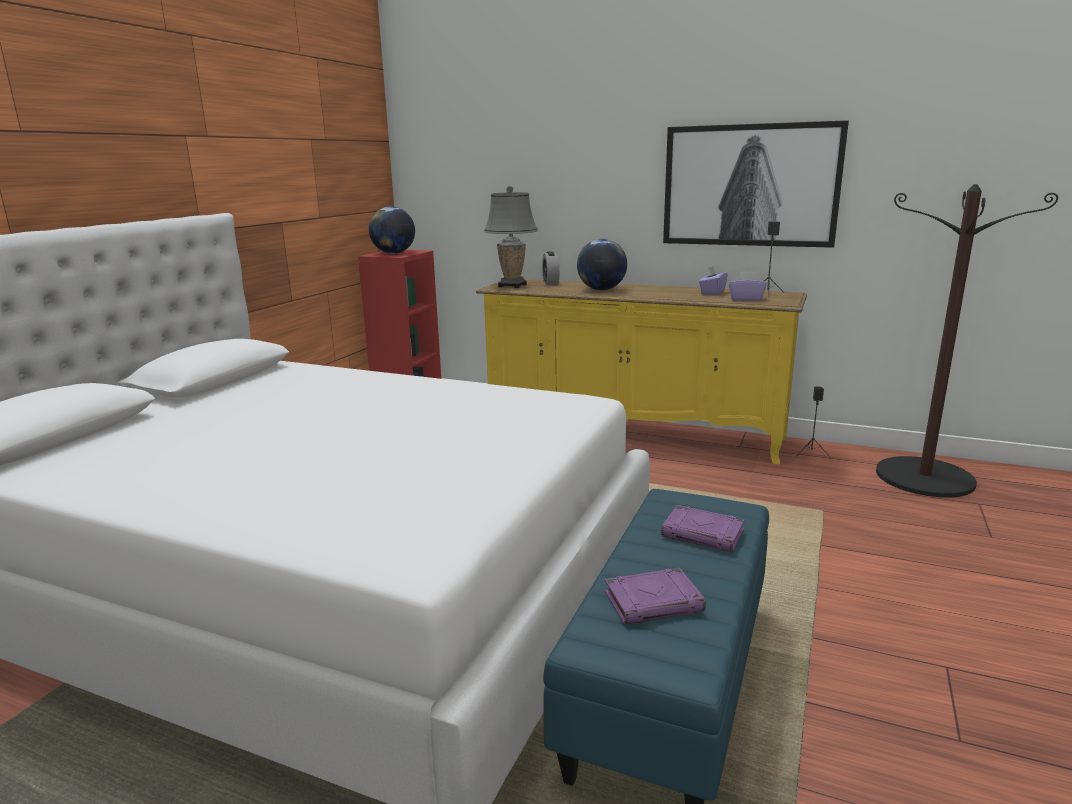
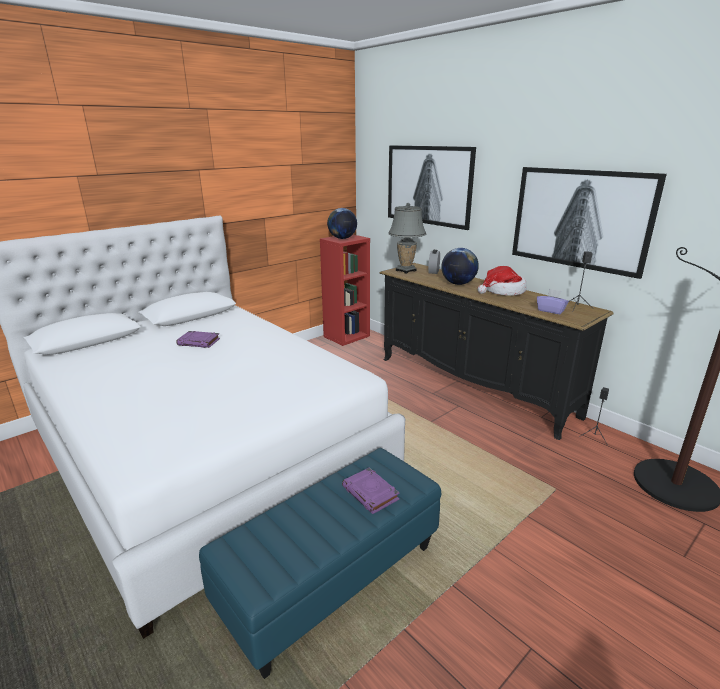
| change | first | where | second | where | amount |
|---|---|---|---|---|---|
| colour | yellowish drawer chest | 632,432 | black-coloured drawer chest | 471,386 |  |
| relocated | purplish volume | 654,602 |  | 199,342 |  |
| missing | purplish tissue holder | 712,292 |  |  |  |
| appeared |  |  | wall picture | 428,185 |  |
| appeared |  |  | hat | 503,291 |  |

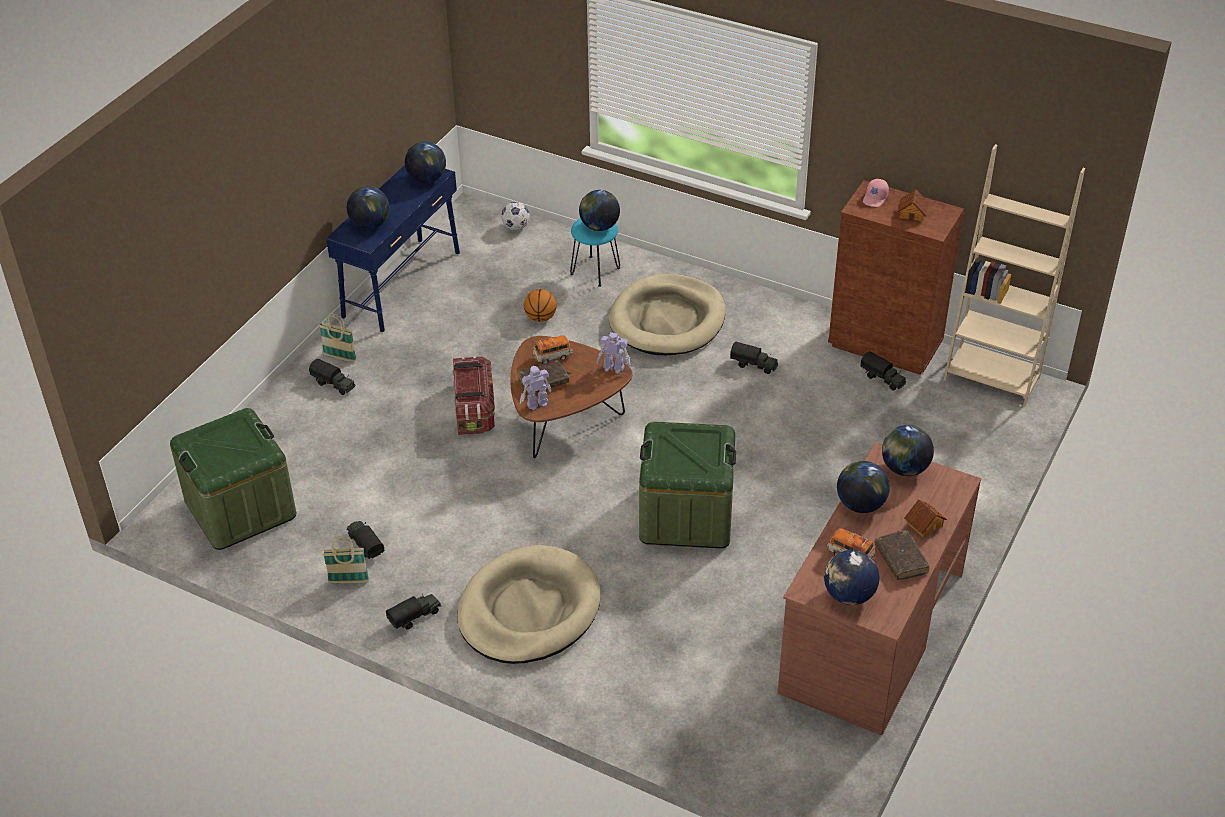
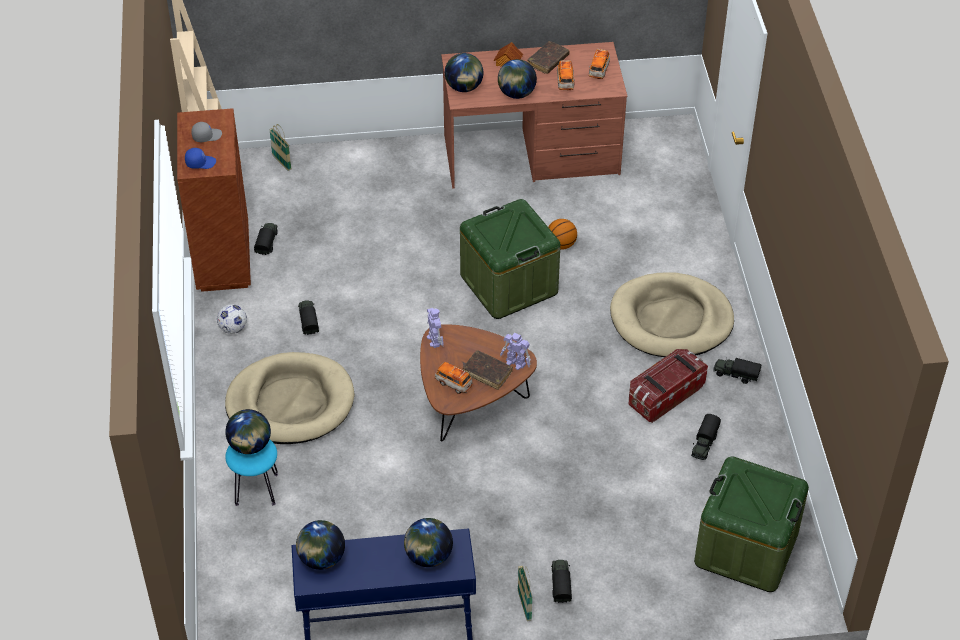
| change | first | where | second | where | amount |
|---|---|---|---|---|---|
| relocated | household basket | 348,581 |  | 281,162 |  |
| relocated | storage box | 474,408 |  | 665,395 |  |
| relocated | football | 516,227 |  | 233,329 |  |
| relocated | ball for basketball | 540,318 |  | 561,245 |  |
| exchanged | globe | 849,595 | miniature car | 599,70 |  |
| colour | pink baseball cap | 875,198 | blue baseball cap | 200,162 |  |
| exchanged | miniature house | 912,213 | grey baseball cap | 206,136 |  |

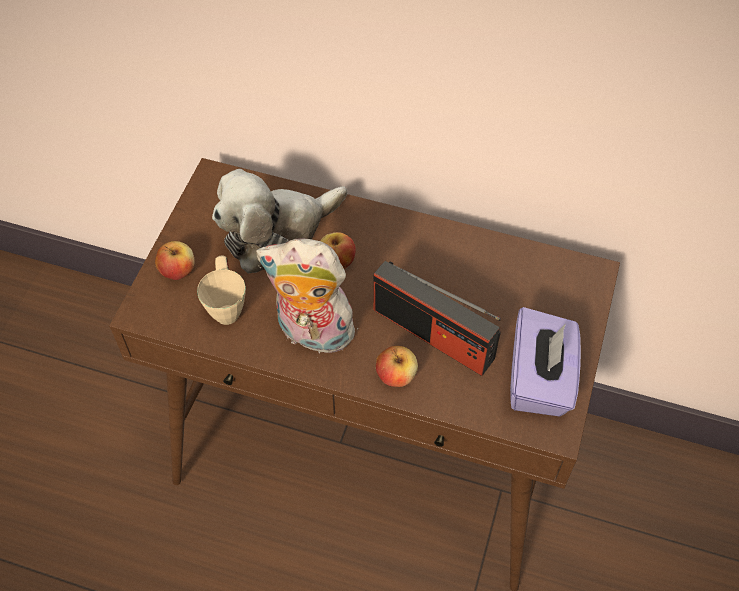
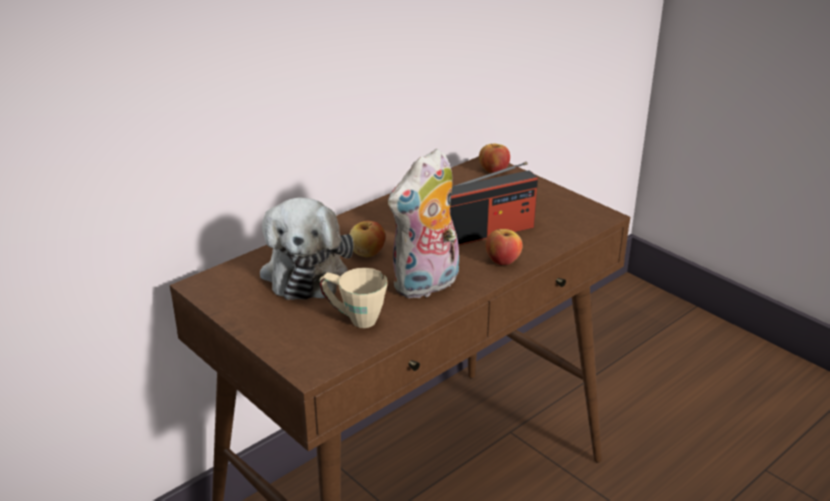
| change | first | where | second | where | amount |
|---|---|---|---|---|---|
| relocated | apple | 177,270 |  | 493,170 |  |
| missing | purplish tissue holder | 540,380 |  |  |  |

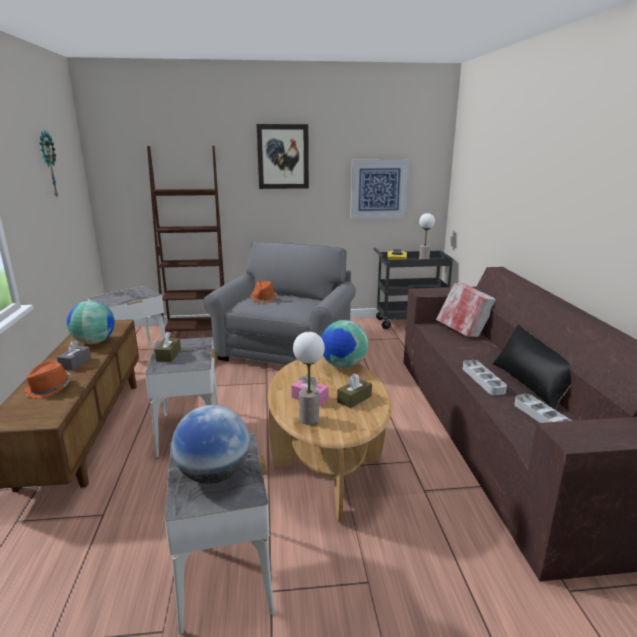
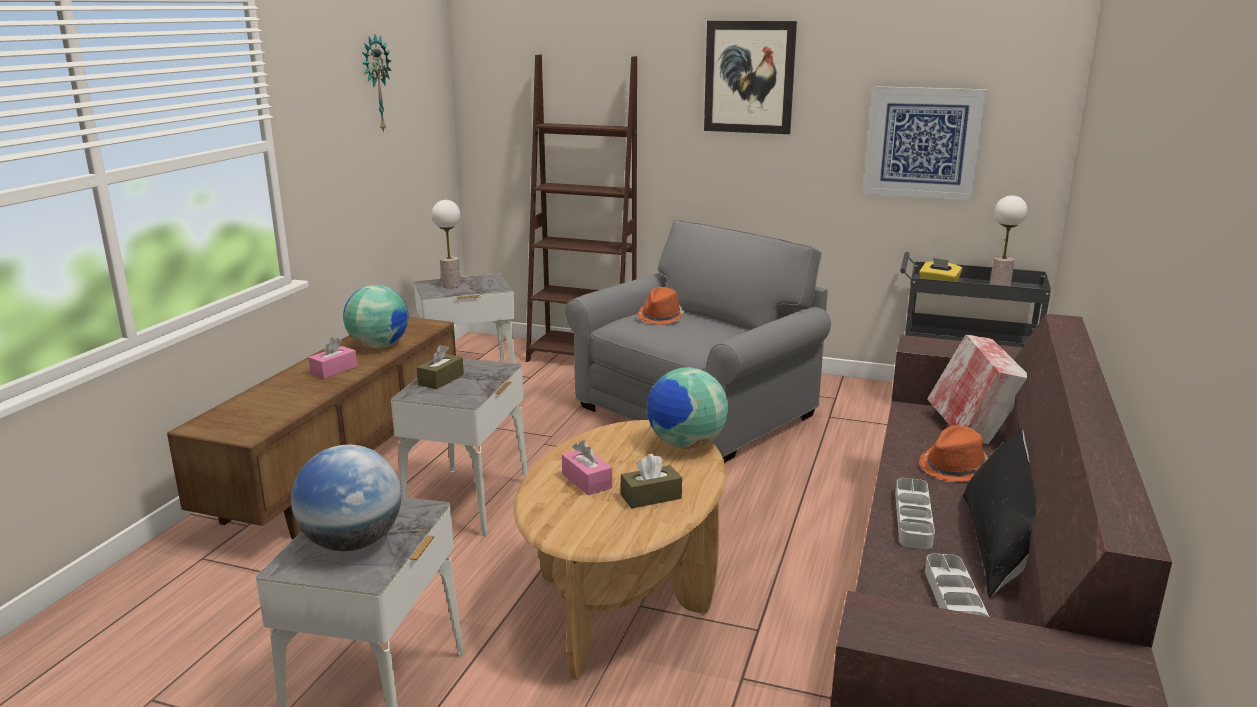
| change | first | where | second | where | amount |
|---|---|---|---|---|---|
| relocated | orangey hat | 49,388 |  | 954,468 |  |
| colour | grey tissue holder | 75,363 | pink tissue holder | 334,370 |  |
| relocated | tabletop lamp | 309,419 |  | 450,285 |  |

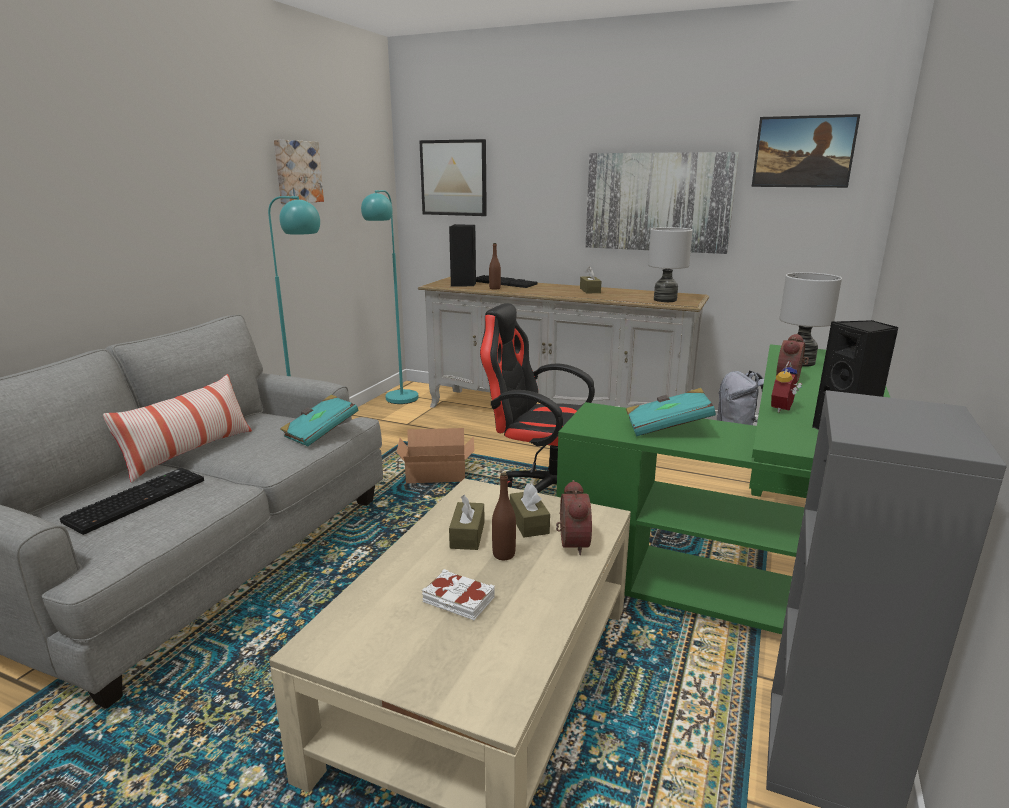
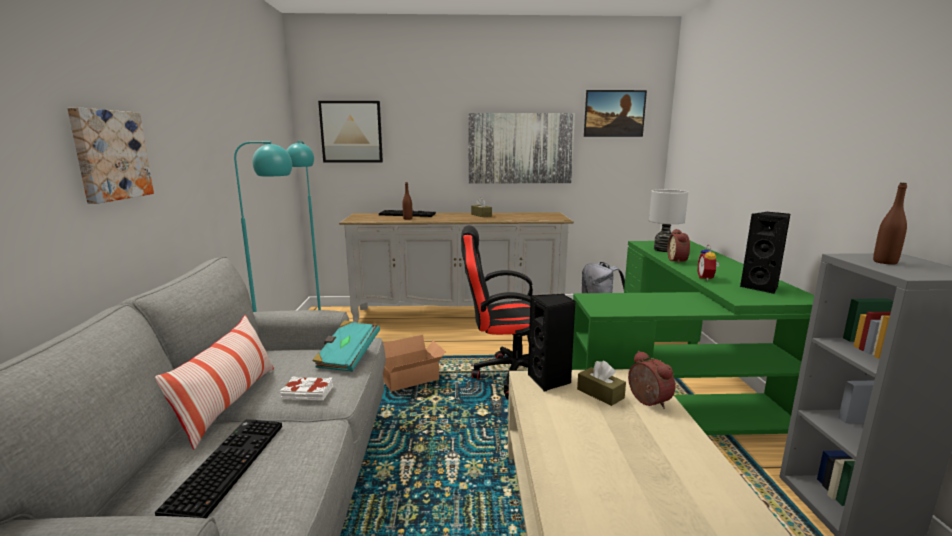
| change | first | where | second | where | amount |
|---|---|---|---|---|---|
| relocated | wall picture | 297,172 |  | 109,155 |  |
| relocated | whitish volume | 458,600 |  | 307,393 |  |
| relocated | black-coloured loudspeaker | 463,284 |  | 550,380 |  |
| missing | brownish tissue holder | 467,535 |  |  |  |
| relocated | brownish bottle | 503,554 |  | 885,262 |  |
| missing | turquoise-coloured volume | 667,428 |  |  |  |
| missing | grey tabletop lamp | 665,300 |  |  |  |

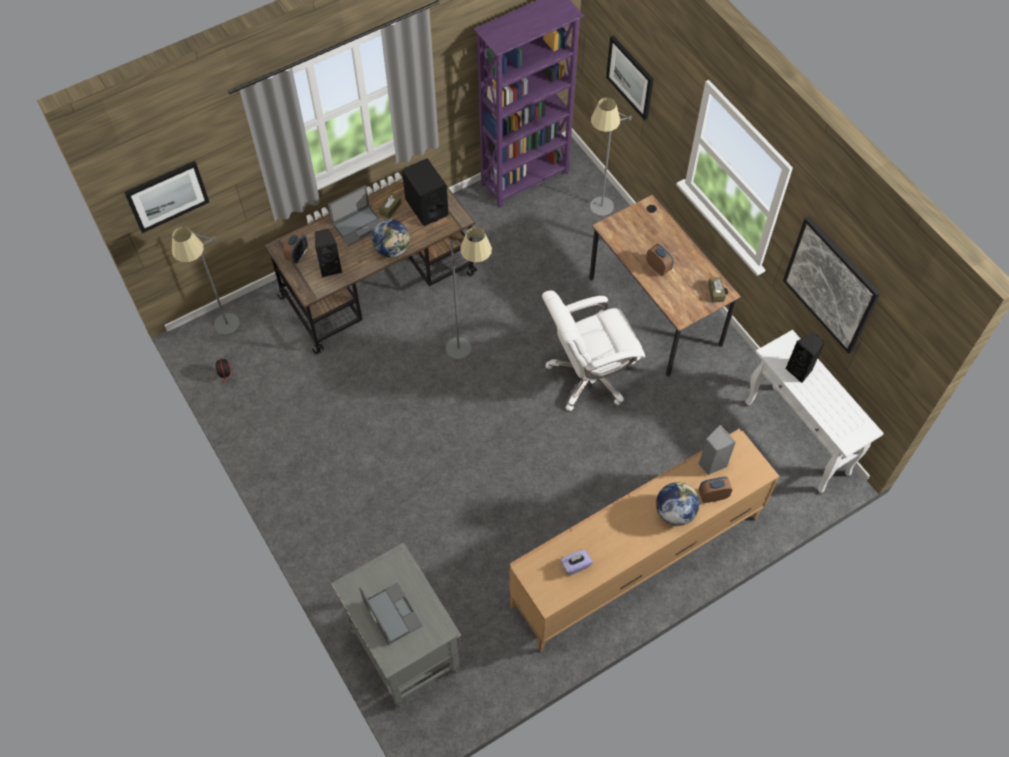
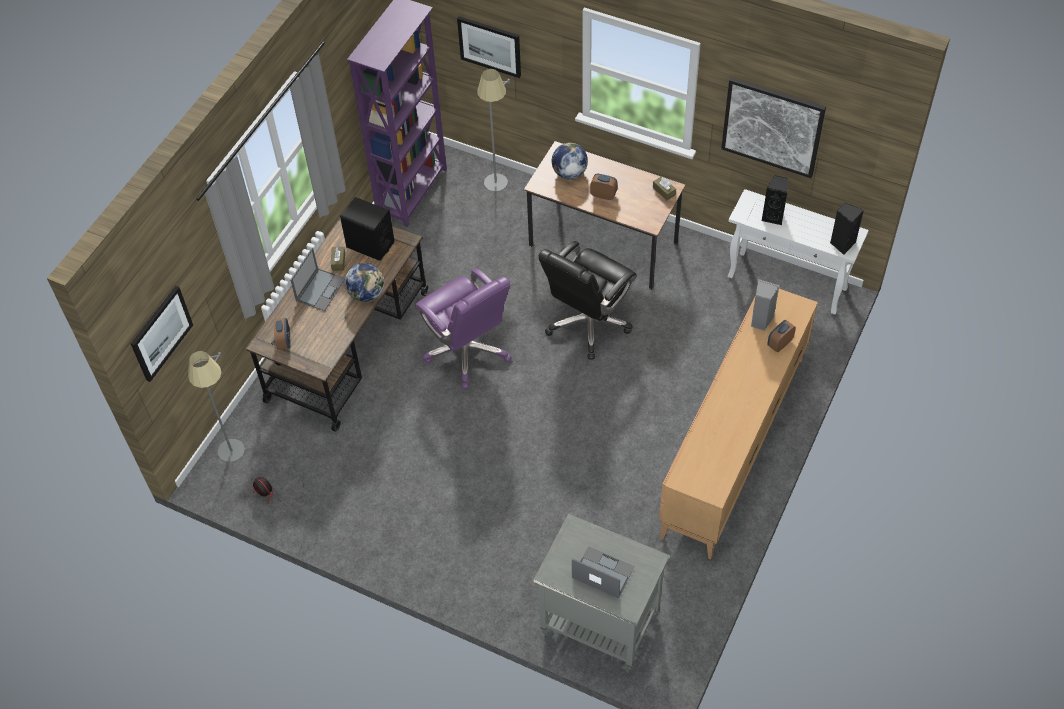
| change | first | where | second | where | amount |
|---|---|---|---|---|---|
| relocated | black-coloured loudspeaker | 330,268 |  | 842,244 |  |
| exchanged | grey standing lamp | 469,344 | purplish office chair | 467,351 |  |
| colour | whitish office chair | 590,376 | black-coloured office chair | 588,323 |  |
| missing | purplish tissue holder | 575,565 |  |  |  |
| relocated | globe | 674,512 |  | 569,173 |  |

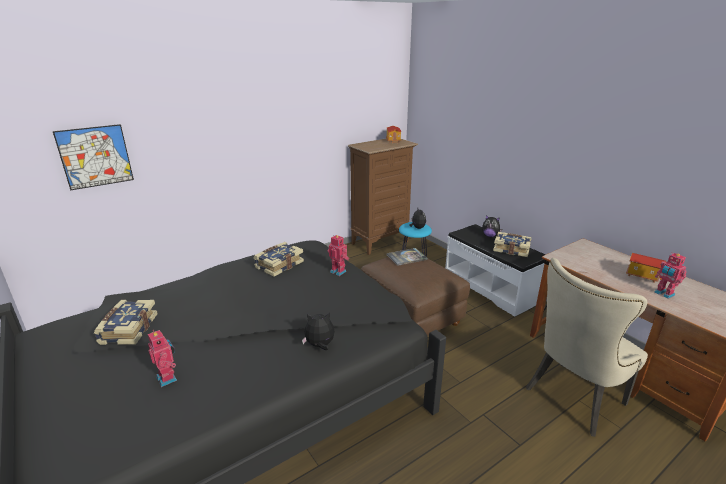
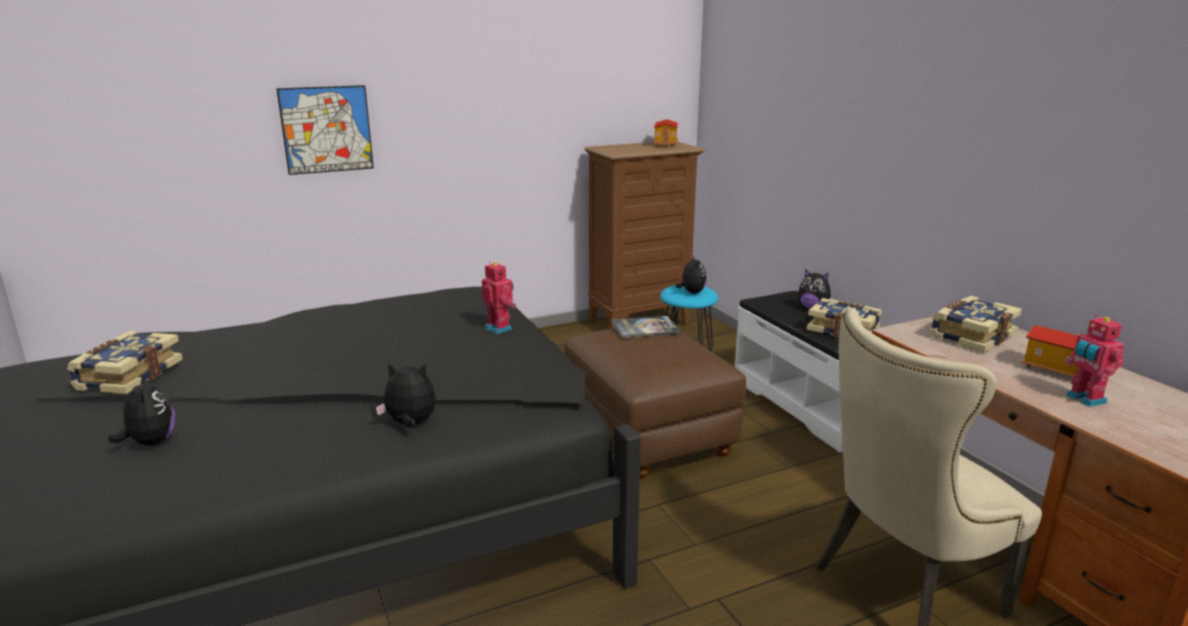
| change | first | where | second | where | amount |
|---|---|---|---|---|---|
| relocated | wall picture | 95,156 |  | 326,129 |  |
| exchanged | robot figure | 168,378 | soft toy | 151,442 |  |
| relocated | volume | 278,265 |  | 971,336 |  |

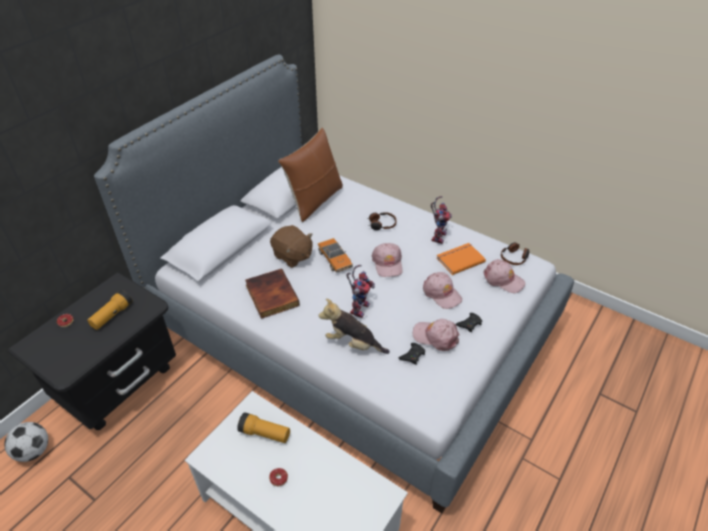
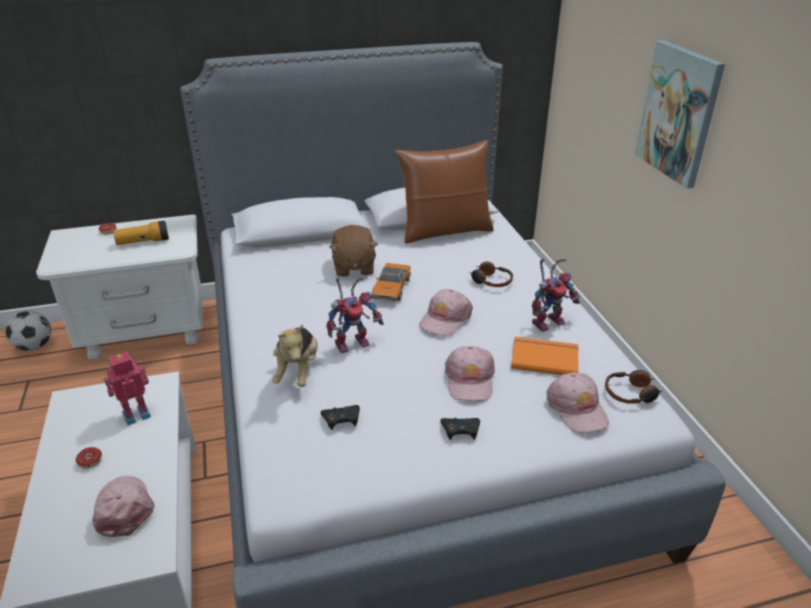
| change | first | where | second | where | amount |
|---|---|---|---|---|---|
| colour | black-coloured night table | 121,386 | whitish night table | 145,335 |  |
| exchanged | flashlight | 265,433 | robot figure | 136,414 |  |
| missing | volume | 271,295 |  |  |  |
| spun | soft toy | 353,343 |  | 298,371 | 150 degrees counterclockwise |
| relocated | pink baseball cap | 436,336 |  | 123,508 |  |
| appeared |  |  | wall picture | 678,113 |  |

